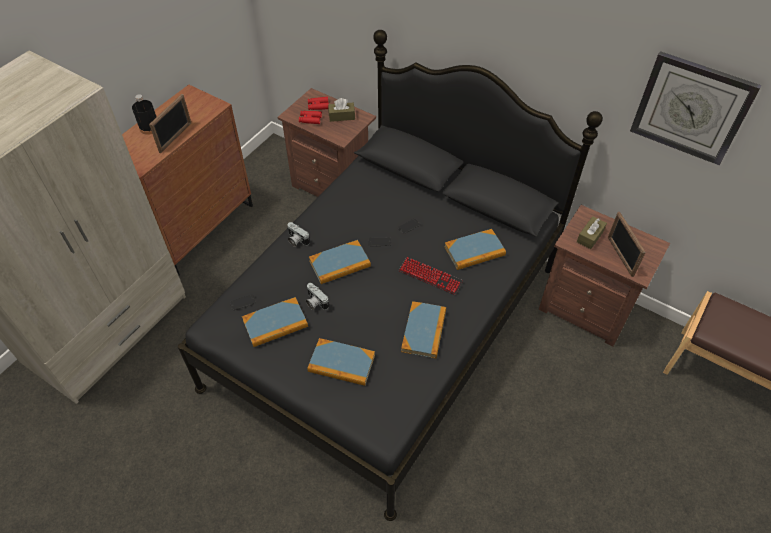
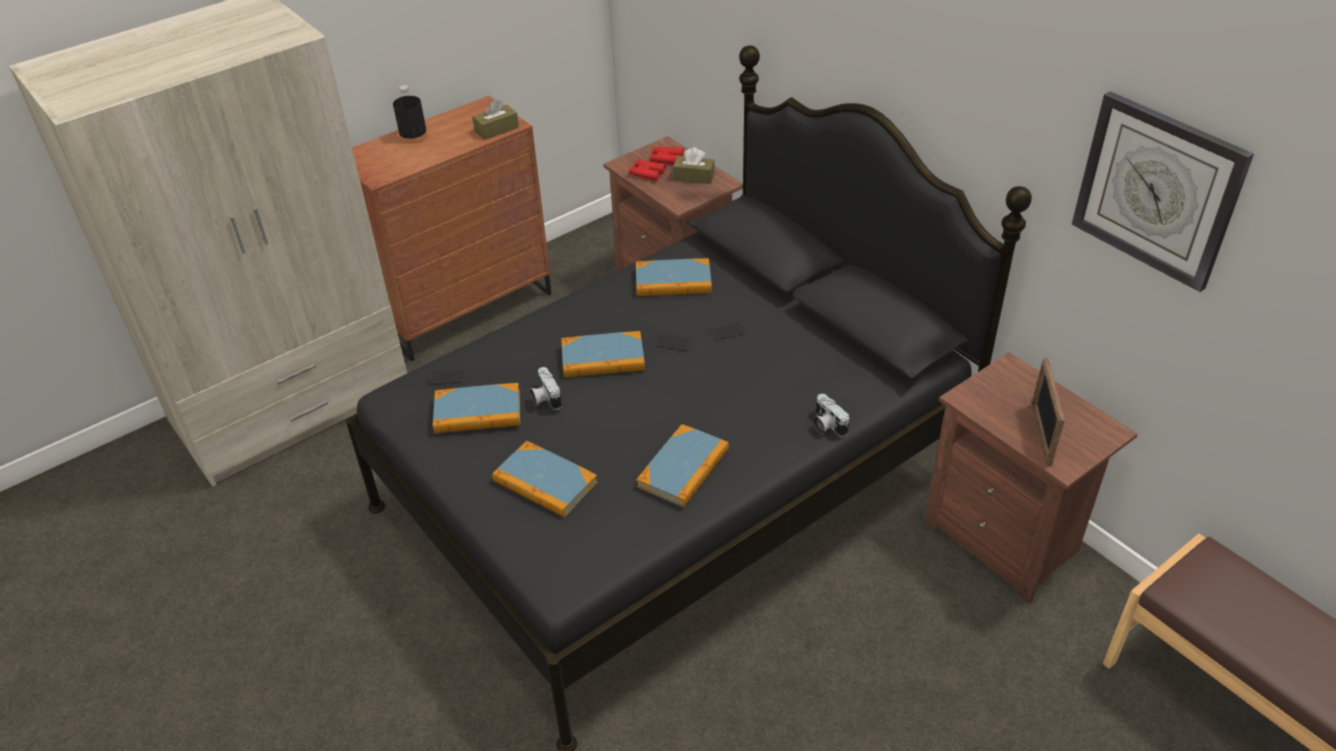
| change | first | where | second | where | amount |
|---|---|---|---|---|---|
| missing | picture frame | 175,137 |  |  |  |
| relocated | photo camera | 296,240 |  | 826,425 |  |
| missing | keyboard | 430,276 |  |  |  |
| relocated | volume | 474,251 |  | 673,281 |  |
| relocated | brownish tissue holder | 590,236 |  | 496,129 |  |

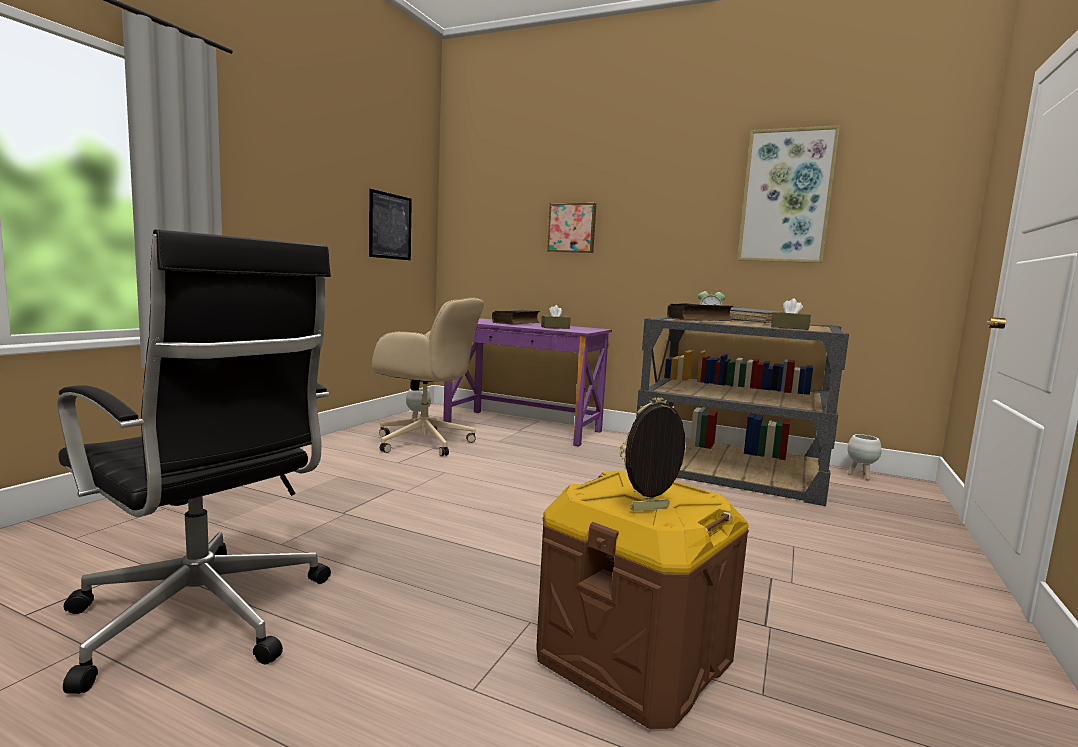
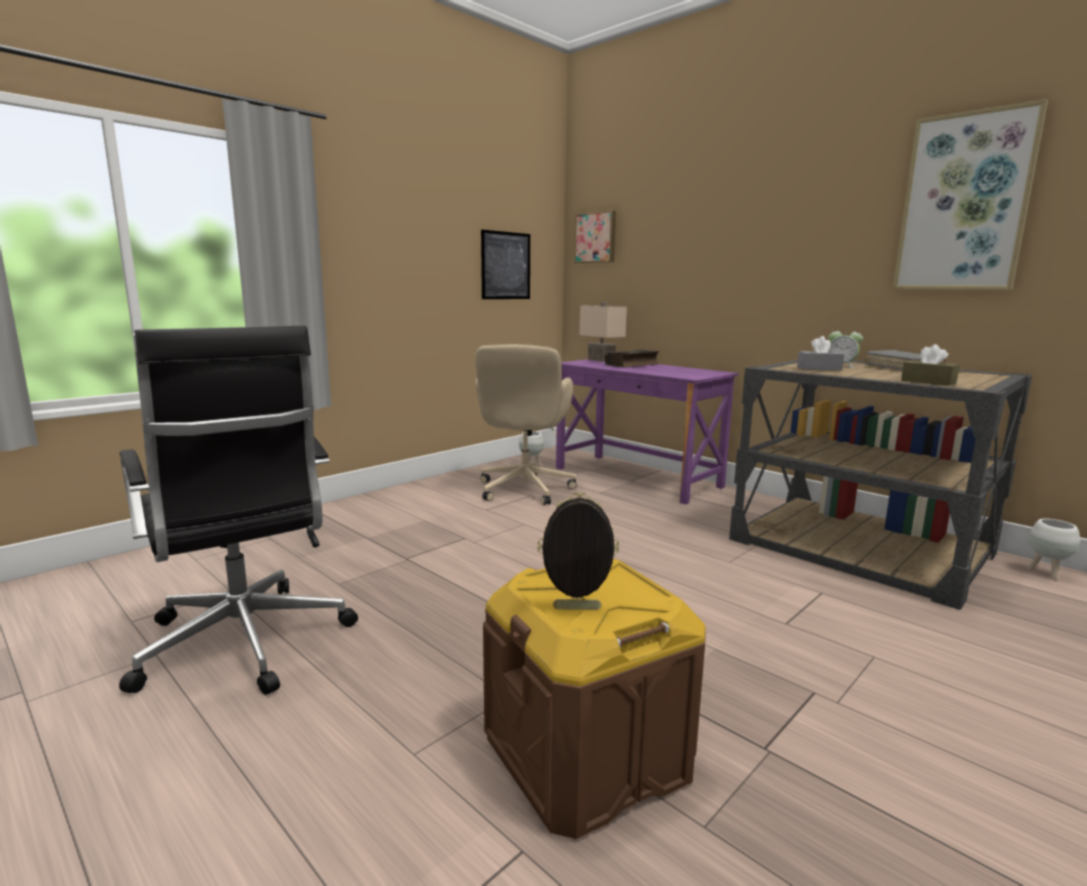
| change | first | where | second | where | amount |
|---|---|---|---|---|---|
| spun | beige-coloured office chair | 425,443 |  | 524,490 | 60 degrees clockwise |
| missing | brownish tissue holder | 555,327 |  |  |  |
| relocated | wall picture | 572,228 |  | 596,237 |  |
| exchanged | volume | 699,320 | grey tissue holder | 819,369 |  |
| appeared |  |  | beige-coloured tabletop lamp | 602,360 |  |

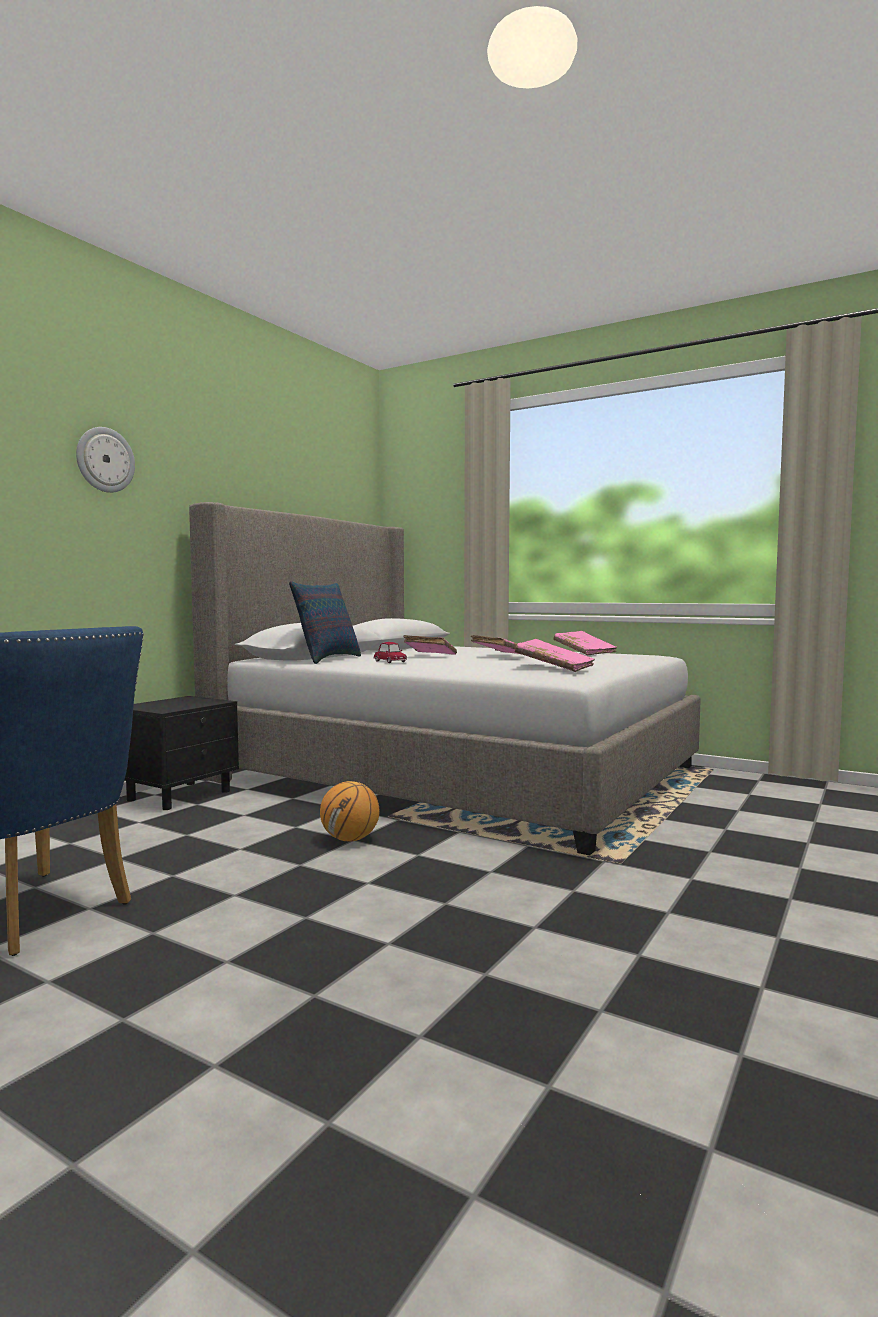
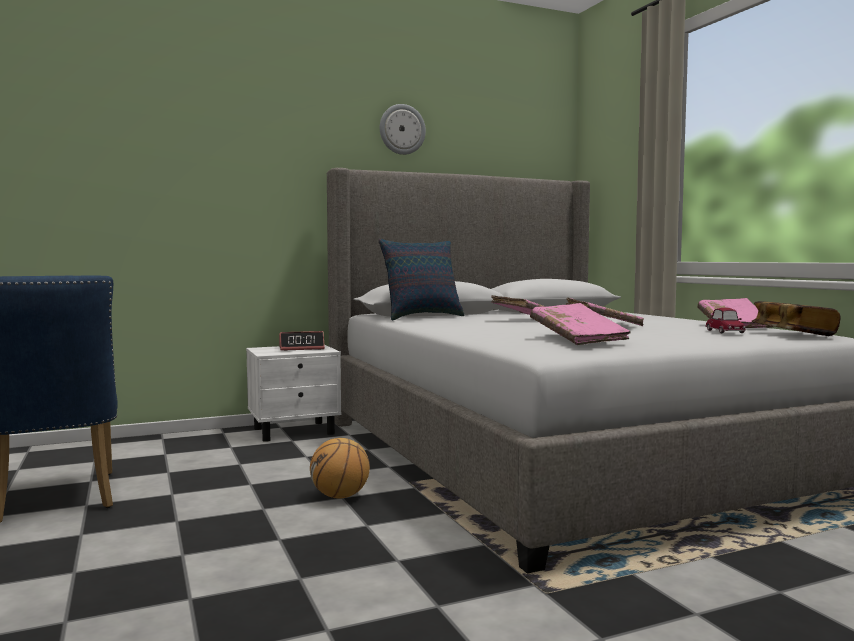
| change | first | where | second | where | amount |
|---|---|---|---|---|---|
| relocated | clock on the wall | 105,460 |  | 402,129 |  |
| colour | black-coloured night table | 181,795 | whitish night table | 295,431 |  |
| relocated | miniature car | 390,661 |  | 725,332 |  |
| appeared |  |  | table clock | 301,348 |  |
| appeared |  |  | volume | 793,334 |  |

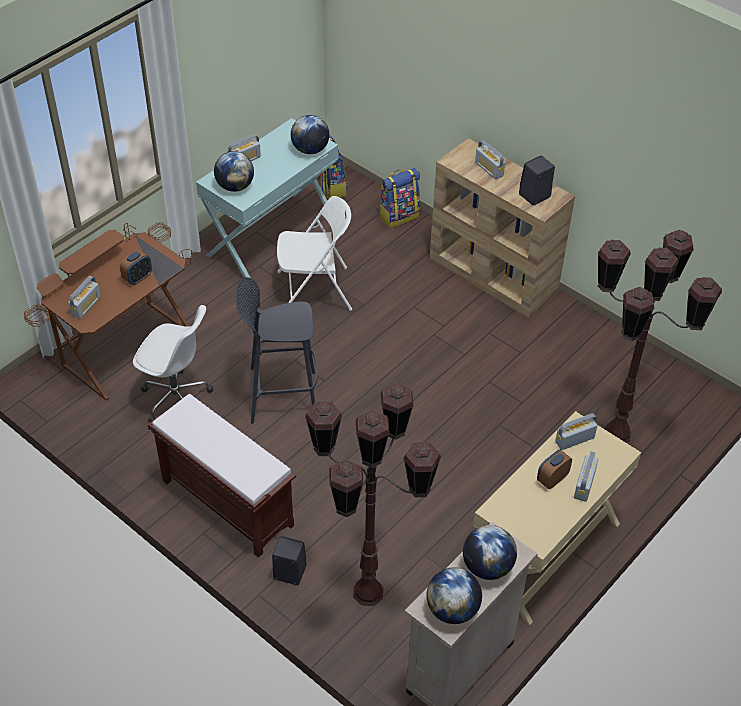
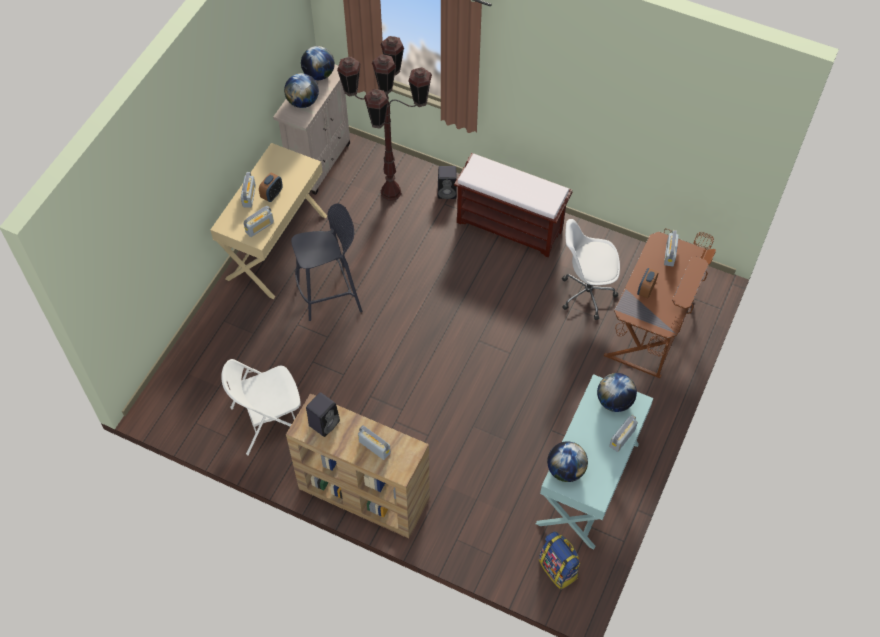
| change | first | where | second | where | amount |
|---|---|---|---|---|---|
| relocated | grey sitting stool | 280,394 |  | 330,295 |  |
| relocated | whitish chair | 314,291 |  | 269,420 |  |
| missing | rucksack | 399,216 |  |  |  |
| missing | brownish standing lamp | 616,434 |  |  |  |

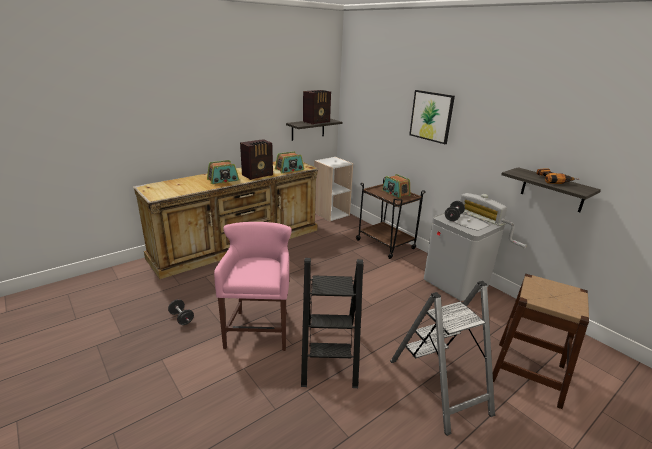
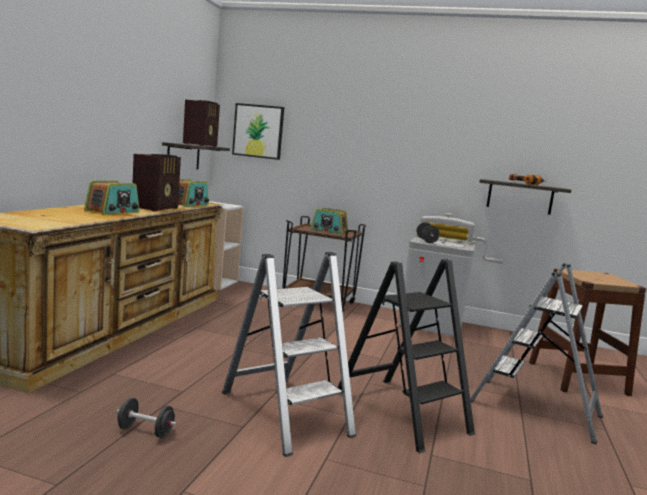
| change | first | where | second | where | amount |
|---|---|---|---|---|---|
| exchanged | pink sitting stool | 259,328 | grey step stool | 284,412 |  |
| relocated | wall picture | 431,116 |  | 258,131 |  |

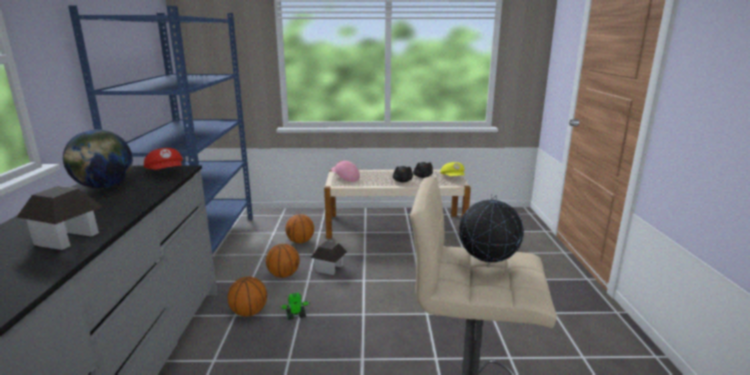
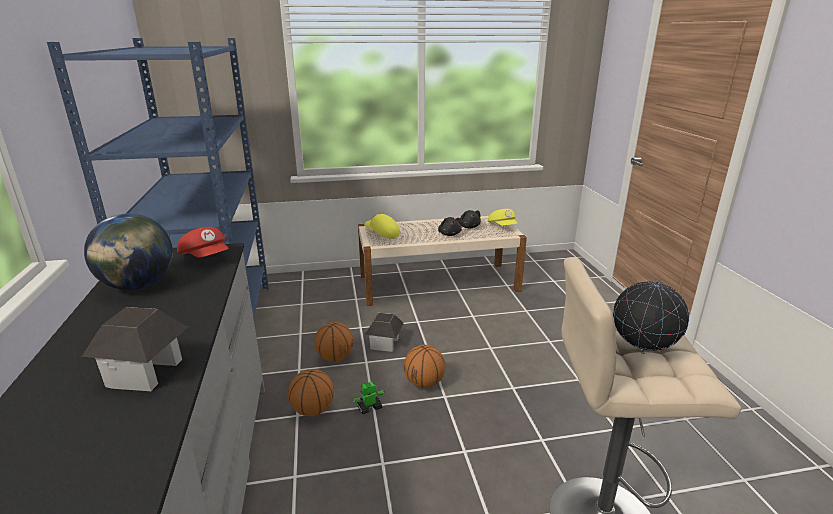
| change | first | where | second | where | amount |
|---|---|---|---|---|---|
| relocated | ball for basketball | 300,241 |  | 424,383 |  |
| colour | pink baseball cap | 345,178 | yellowish baseball cap | 382,234 |  |

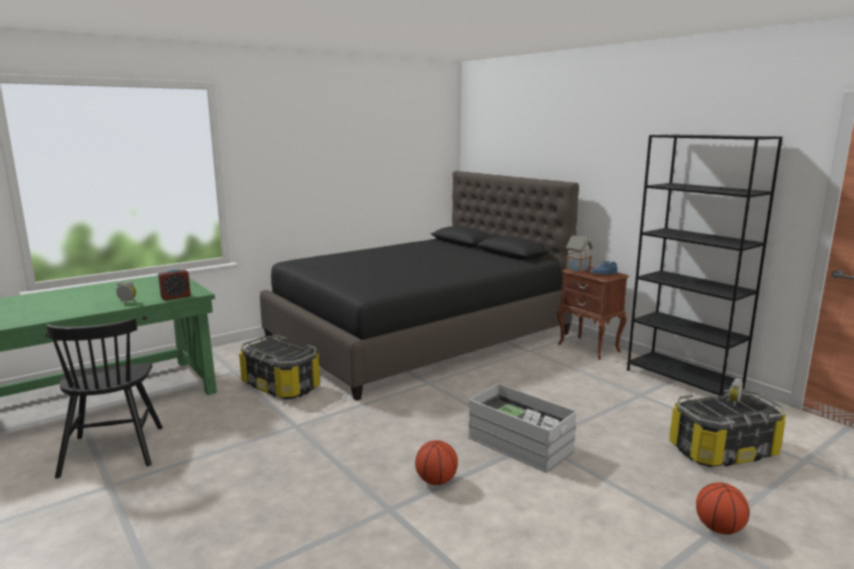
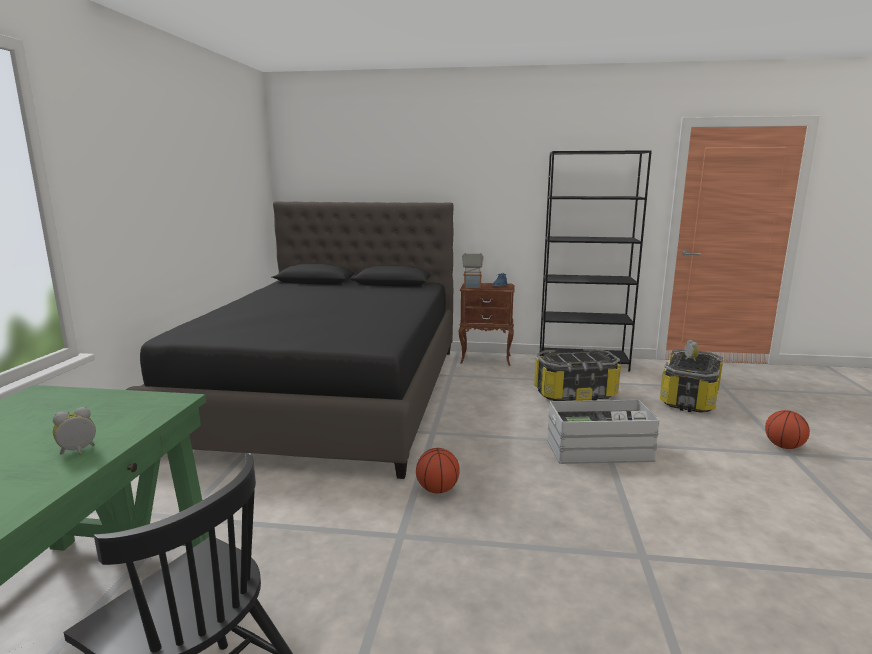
| change | first | where | second | where | amount |
|---|---|---|---|---|---|
| missing | table clock | 175,297 |  |  |  |
| relocated | storage box | 281,385 |  | 574,393 |  |
| relocated | ball for basketball | 436,481 |  | 437,490 |  |

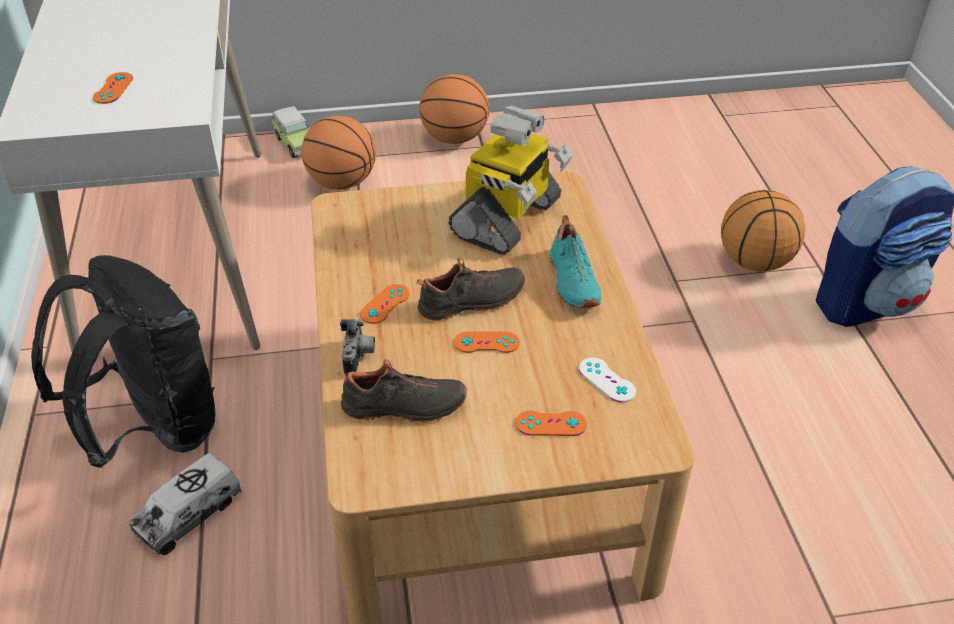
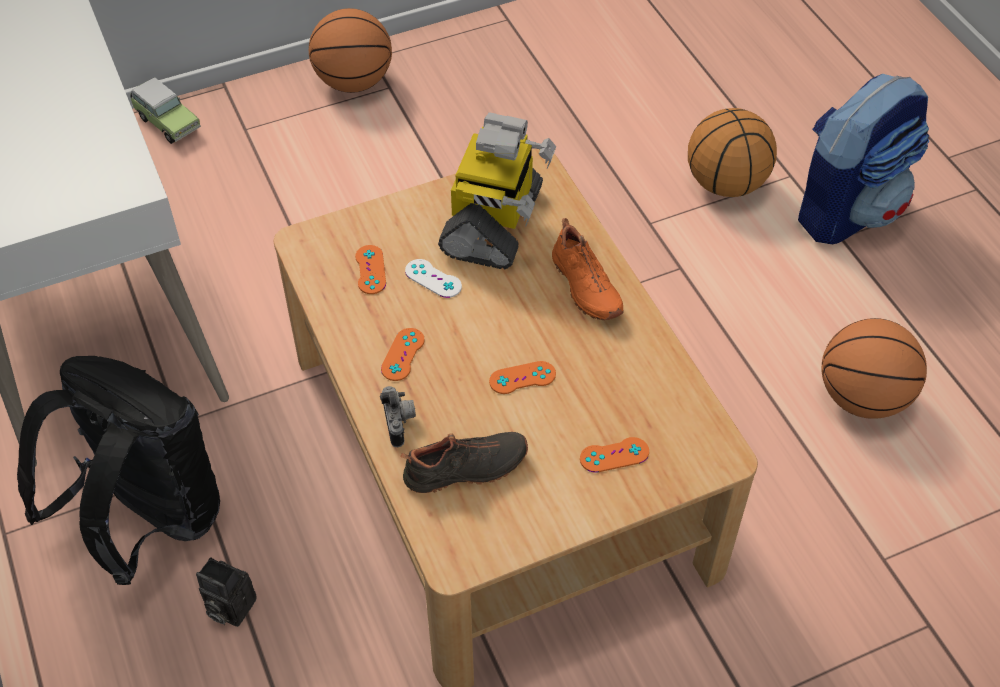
| change | first | where | second | where | amount |
|---|---|---|---|---|---|
| relocated | orangey game controller | 113,88 |  | 370,270 |  |
| exchanged | model truck | 189,515 | photo camera | 228,607 |  |
| relocated | ball for basketball | 342,183 |  | 862,397 |  |
| missing | black-coloured item of footwear | 472,303 |  |  |  |
| colour | turquoise-coloured item of footwear | 571,281 | orangey item of footwear | 584,287 |  |
| relocated | whitish game controller | 607,380 |  | 433,278 |  |

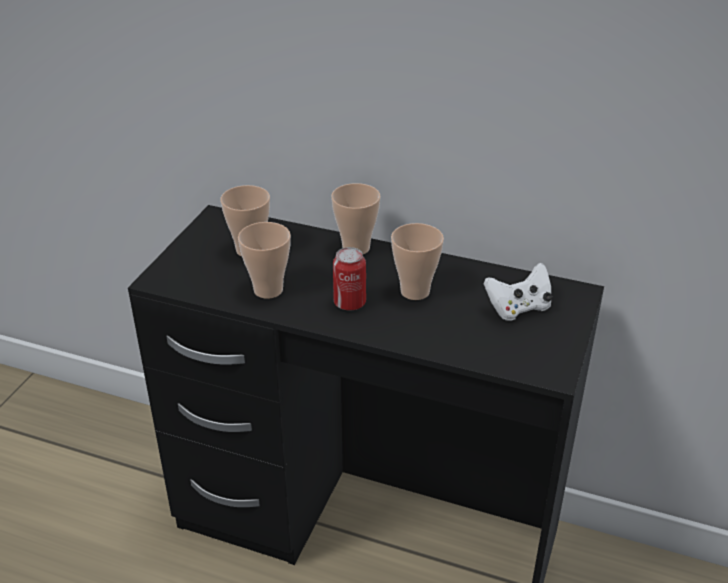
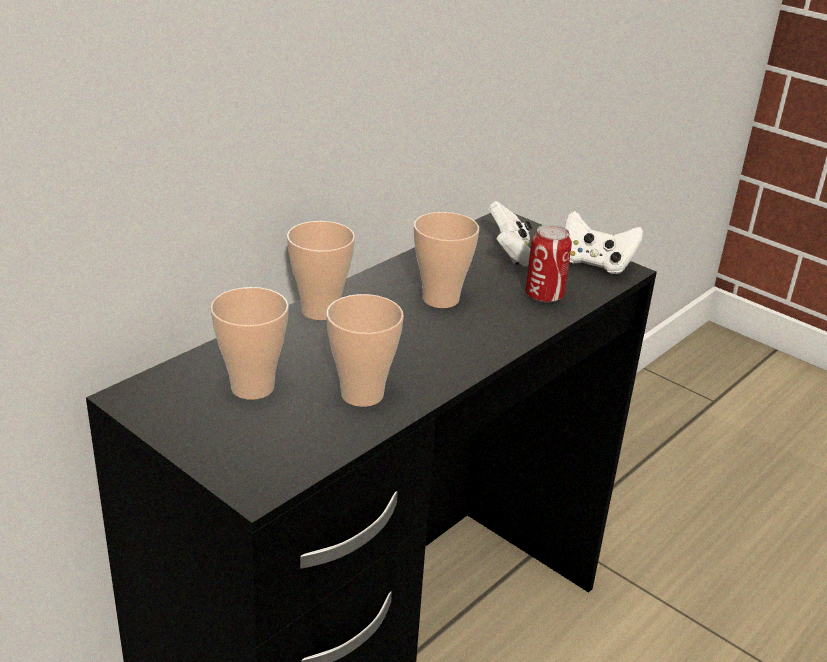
| change | first | where | second | where | amount |
|---|---|---|---|---|---|
| relocated | metal can | 349,303 |  | 544,295 |  |
| appeared |  |  | whitish game controller | 595,263 |  |

